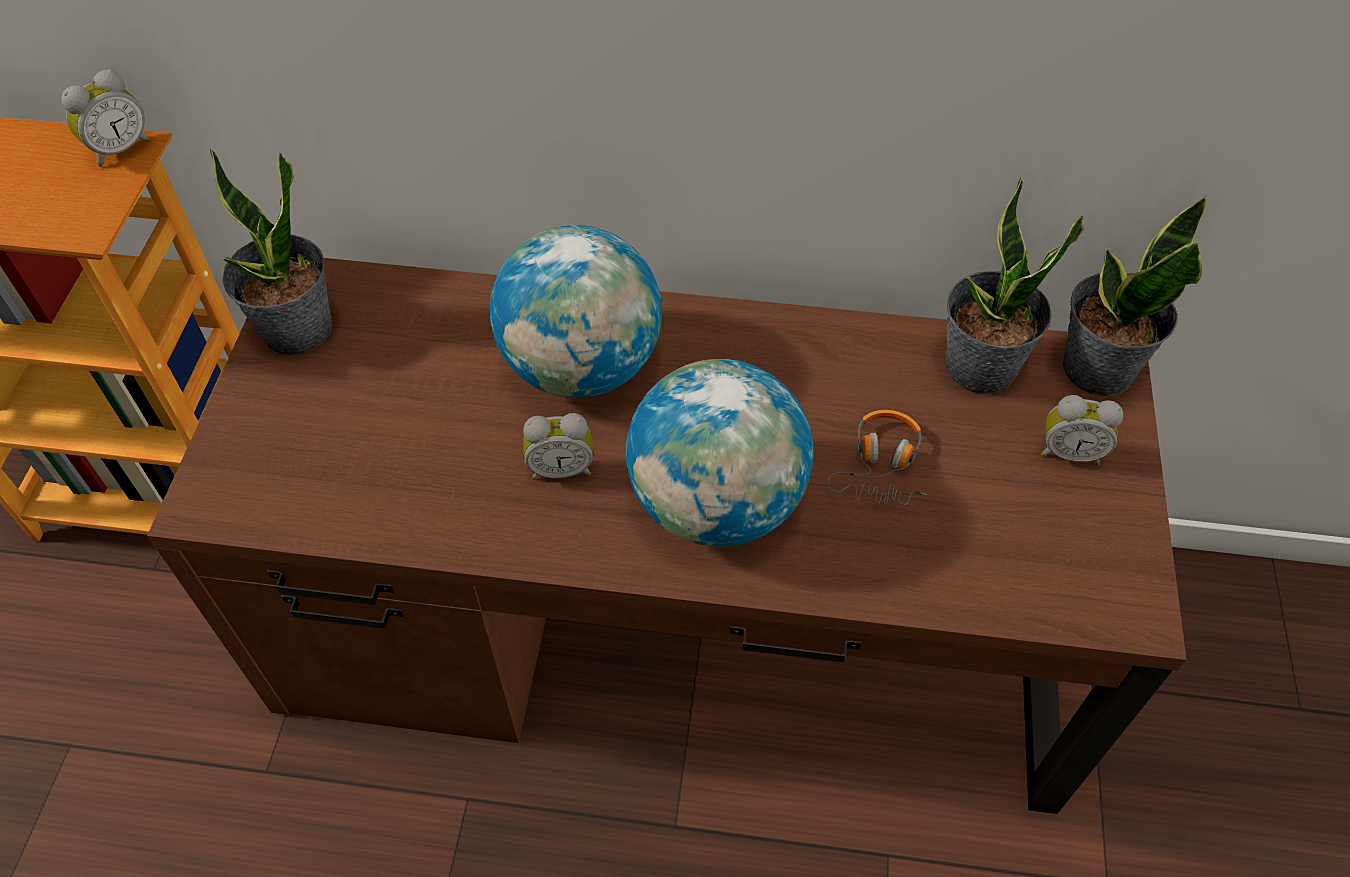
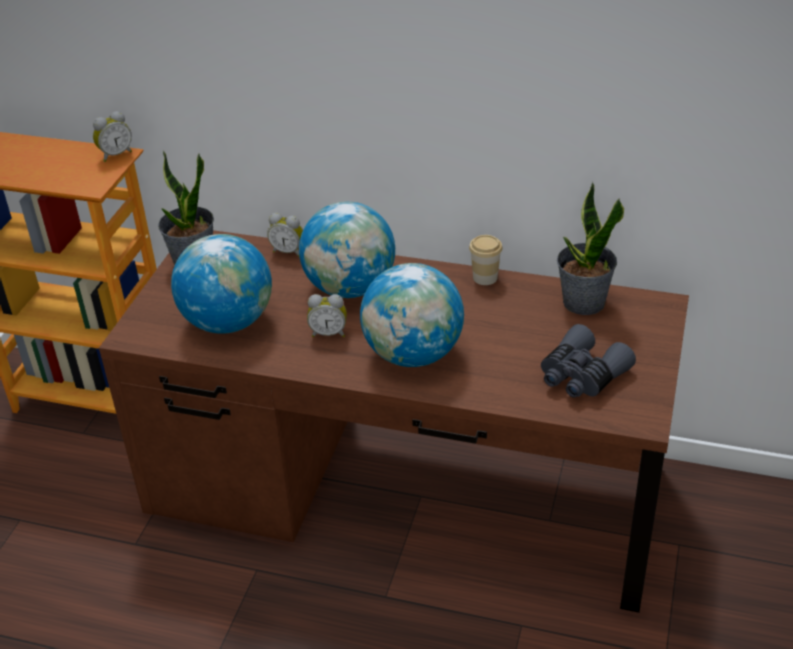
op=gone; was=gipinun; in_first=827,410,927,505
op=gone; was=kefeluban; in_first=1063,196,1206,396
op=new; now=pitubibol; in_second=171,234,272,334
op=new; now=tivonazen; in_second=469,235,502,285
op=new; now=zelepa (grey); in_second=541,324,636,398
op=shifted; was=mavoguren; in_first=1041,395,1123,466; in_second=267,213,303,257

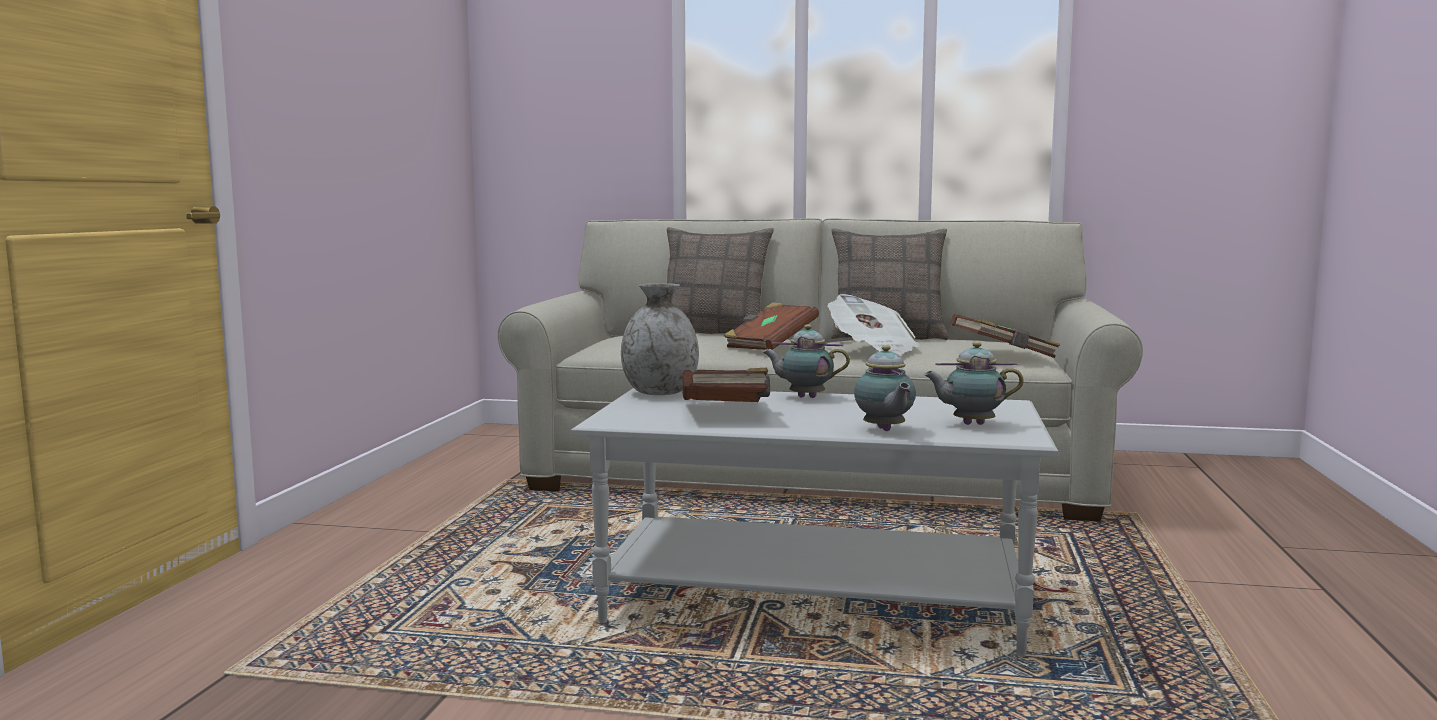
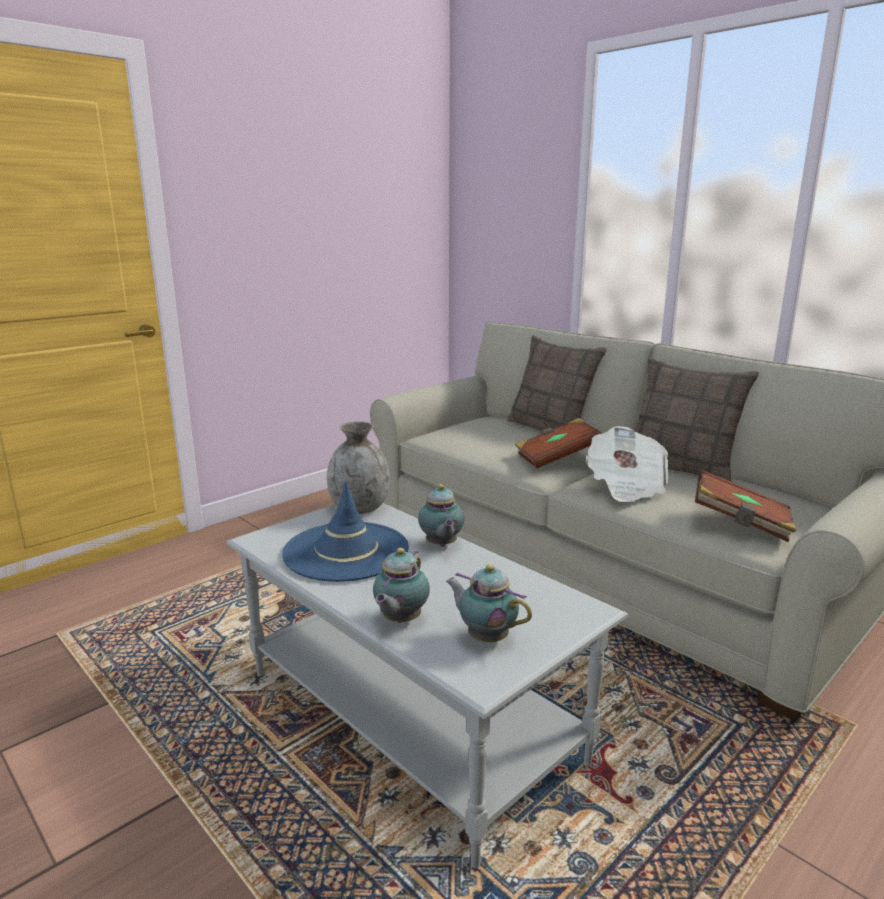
op=swapped; was=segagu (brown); now=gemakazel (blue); in_first=682,368,770,402; in_second=282,482,409,582
op=rotated; was=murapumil; in_first=763,324,850,398; in_second=418,484,464,547; clockwise=-150

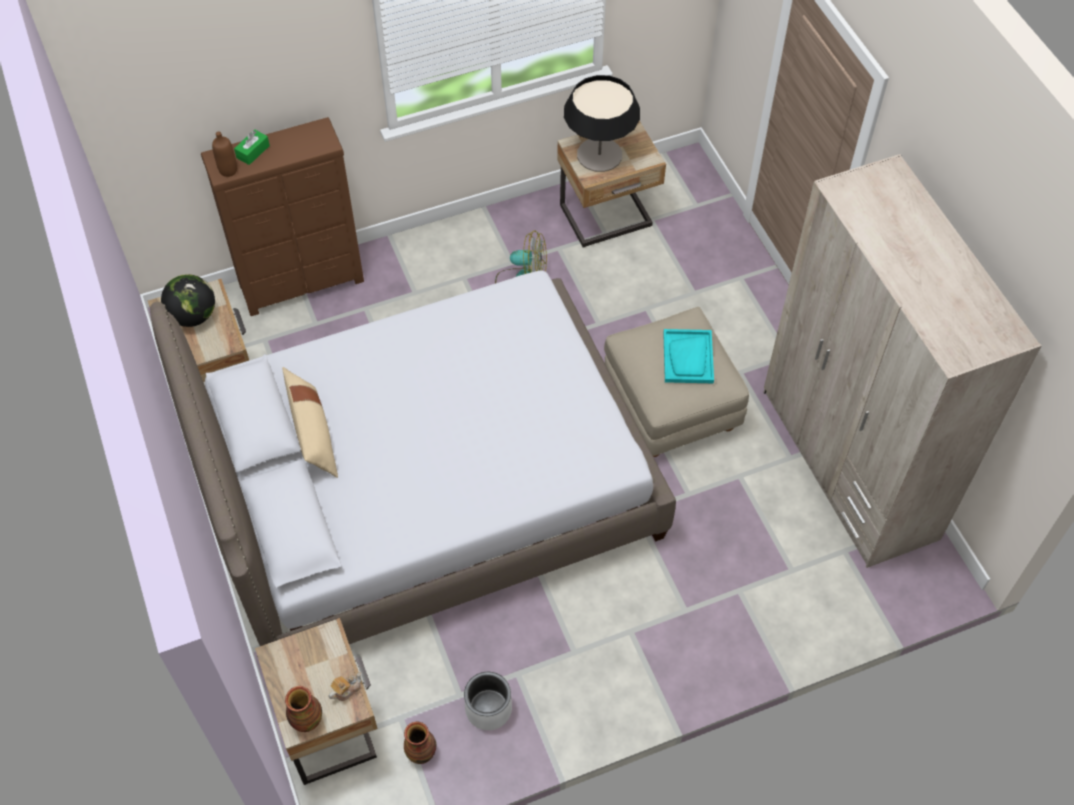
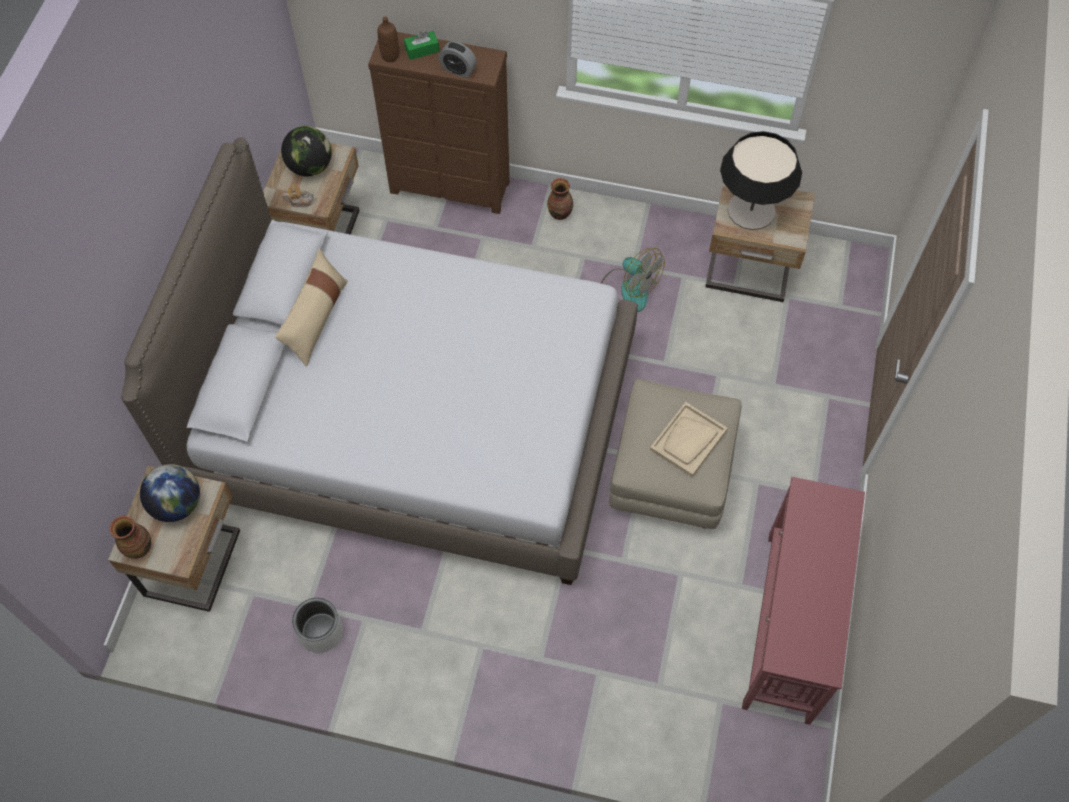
op=new; now=pitubibol; in_second=140,464,200,522
op=new; now=mavoguren; in_second=439,41,477,78
op=shifted; was=murapumil; in_first=328,672,362,701; in_second=283,185,314,207
op=shifted; was=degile; in_first=404,722,437,764; in_second=547,178,573,220
op=swapped; was=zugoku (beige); now=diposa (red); in_first=763,154,1041,568; in_second=742,477,865,725
op=repainted; was=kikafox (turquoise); now=kikafox (beige); in_first=663,329,714,383; in_second=650,402,728,477

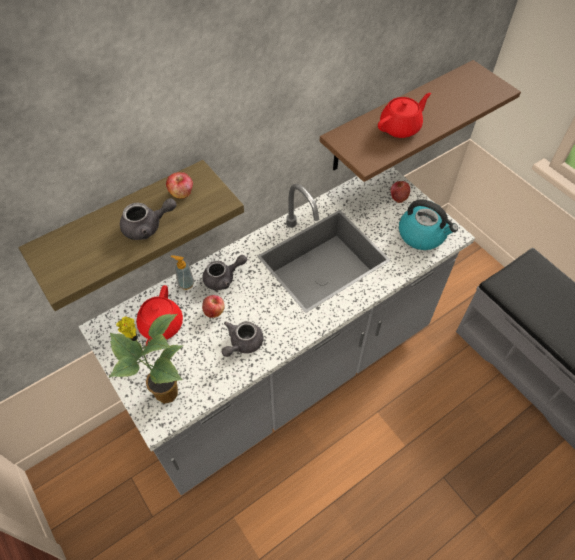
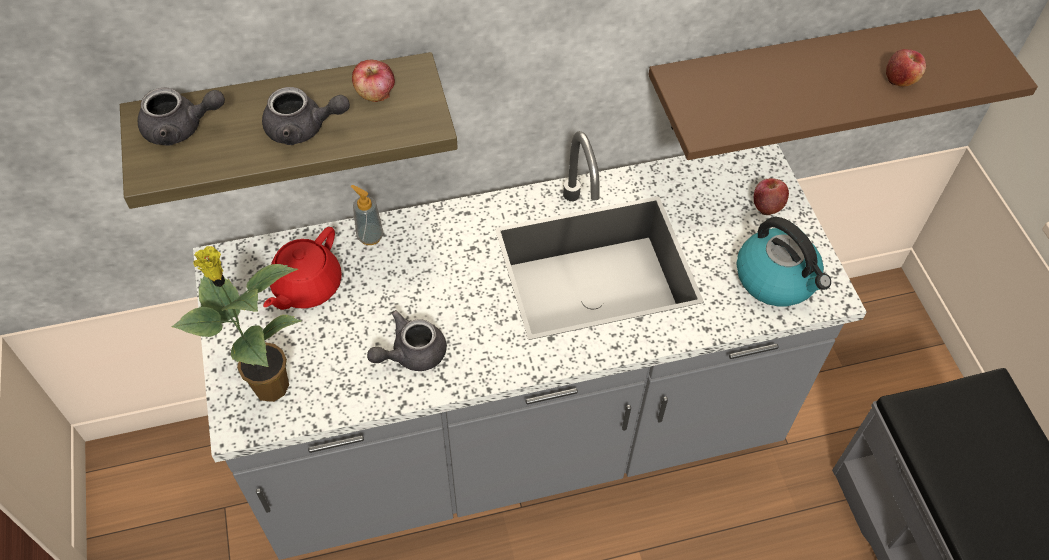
op=gone; was=murapumil (red); in_first=378,93,431,138
op=shifted; was=murapumil (grey); in_first=202,255,247,290; in_second=137,87,225,146
op=shifted; was=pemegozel; in_first=202,295,225,318; in_second=886,49,926,87

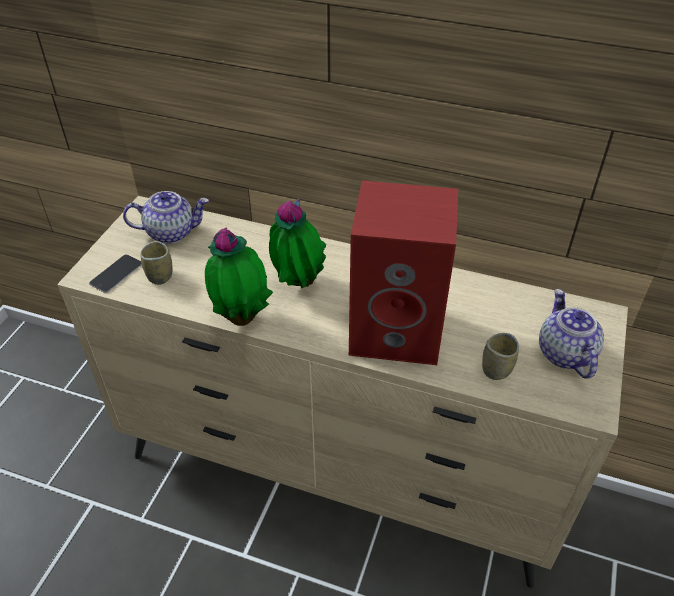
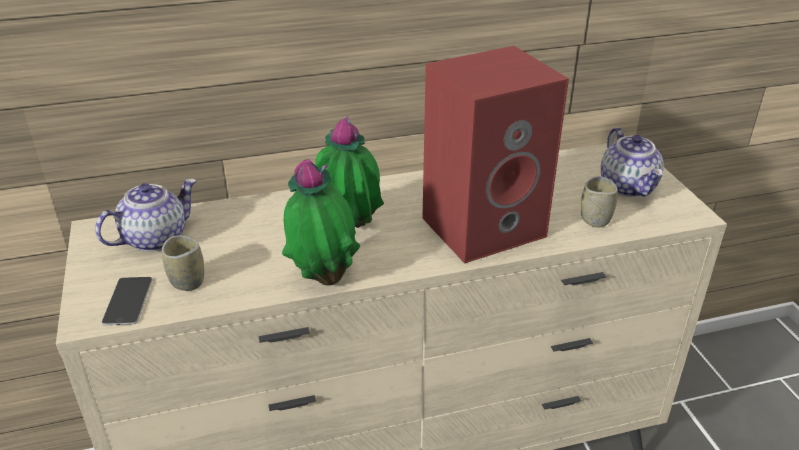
op=rotated; was=murapumil; in_first=539,289,604,379; in_second=601,127,664,197; clockwise=-150

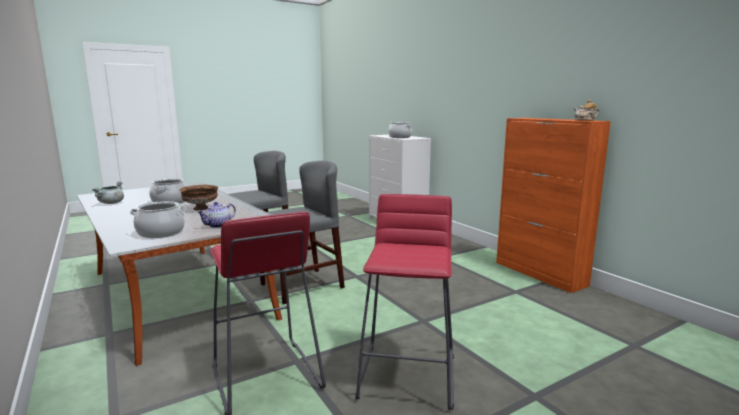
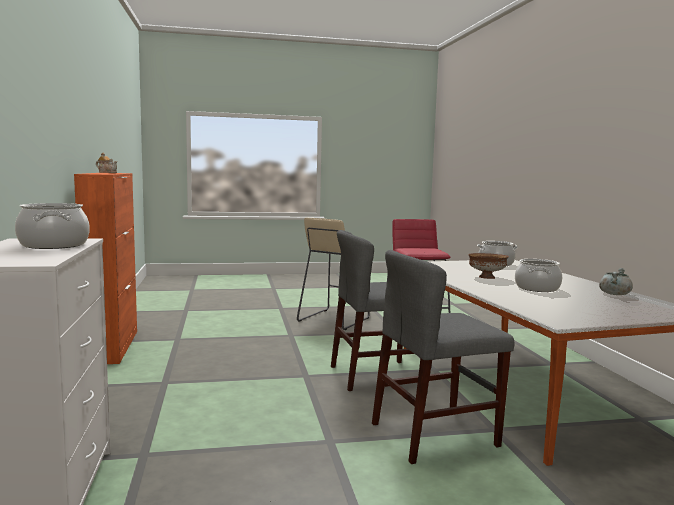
op=gone; was=murapumil; in_first=197,202,236,228
op=repainted; was=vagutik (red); now=vagutik (beige); in_first=355,194,454,410; in_second=297,218,370,330

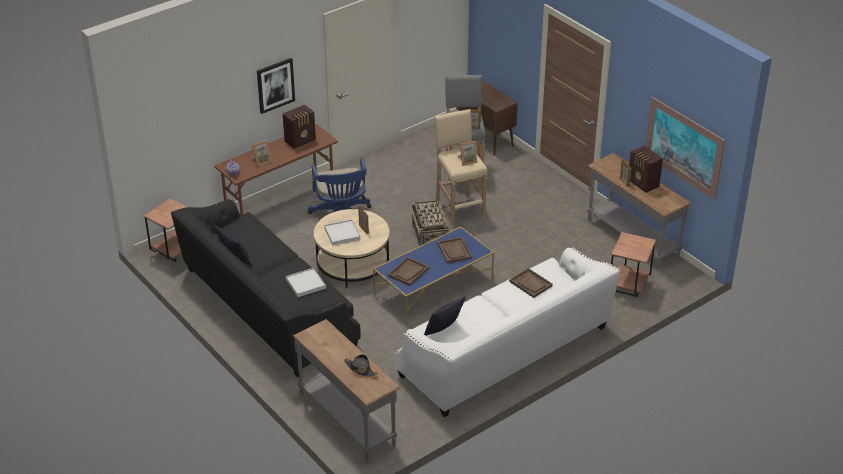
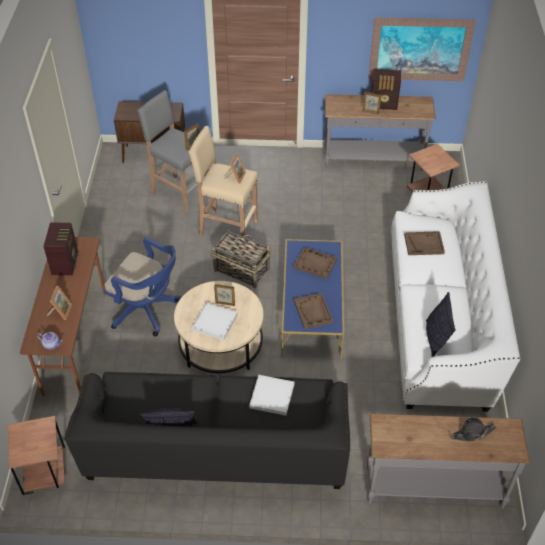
op=gone; was=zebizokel; in_first=257,58,295,114

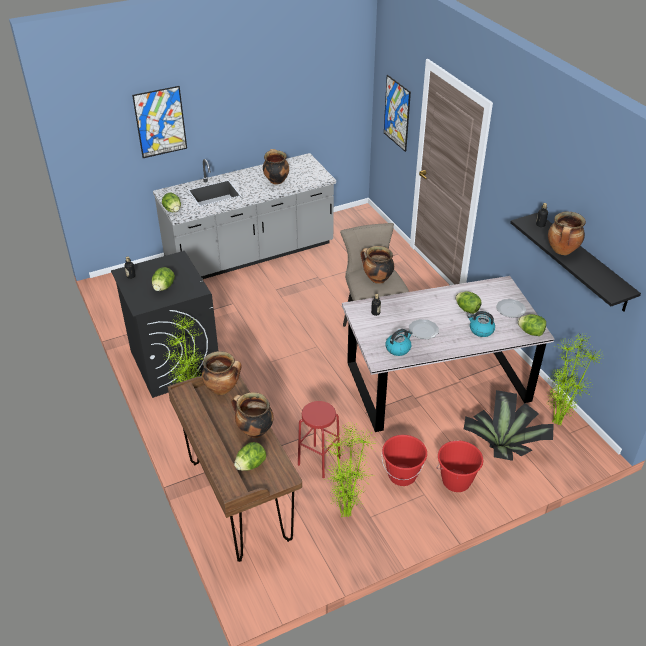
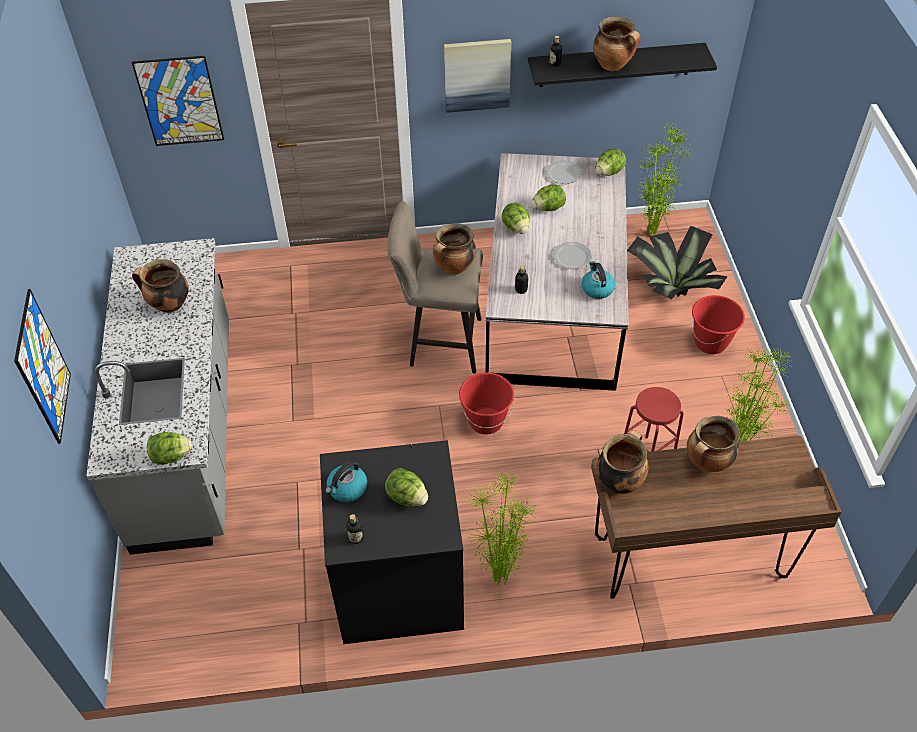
op=new; now=zebizokel; in_second=444,39,511,113
op=shifted; was=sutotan; in_first=234,442,266,471; in_second=502,202,530,234
op=shifted; was=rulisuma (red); in_first=382,435,427,486; in_second=459,373,514,434
op=shifted; was=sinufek; in_first=467,311,495,337; in_second=325,461,367,502

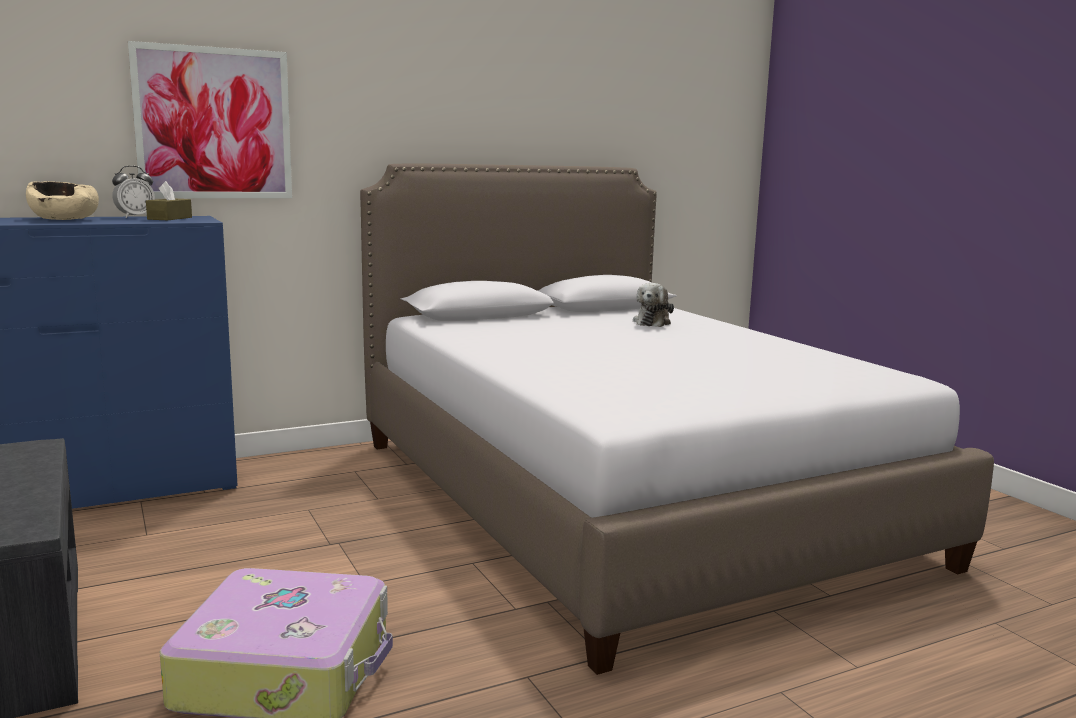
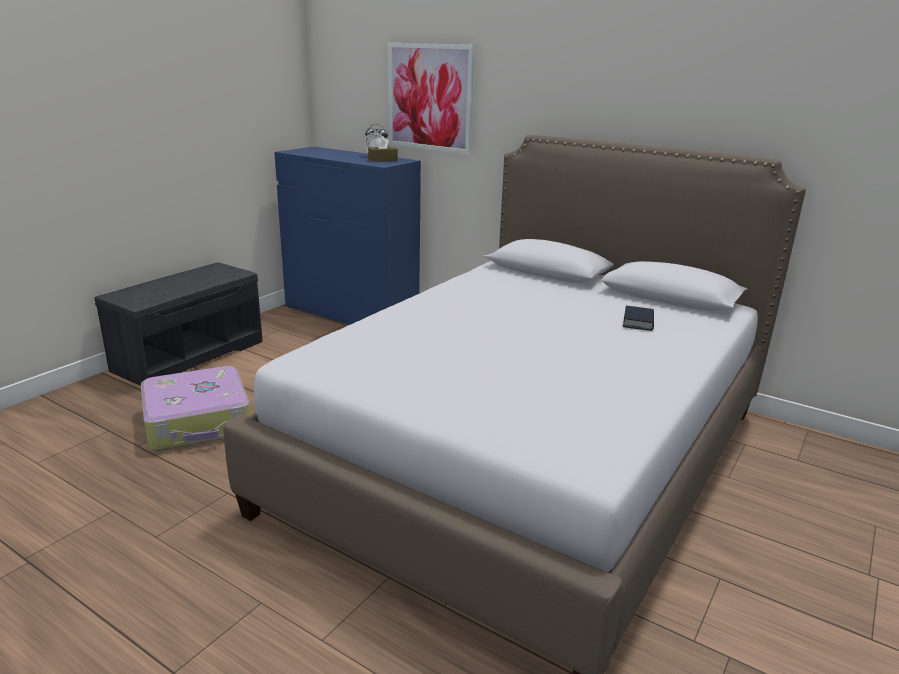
op=gone; was=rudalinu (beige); in_first=26,181,99,220
op=swapped; was=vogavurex; now=segagu; in_first=633,283,674,327; in_second=623,306,654,331

